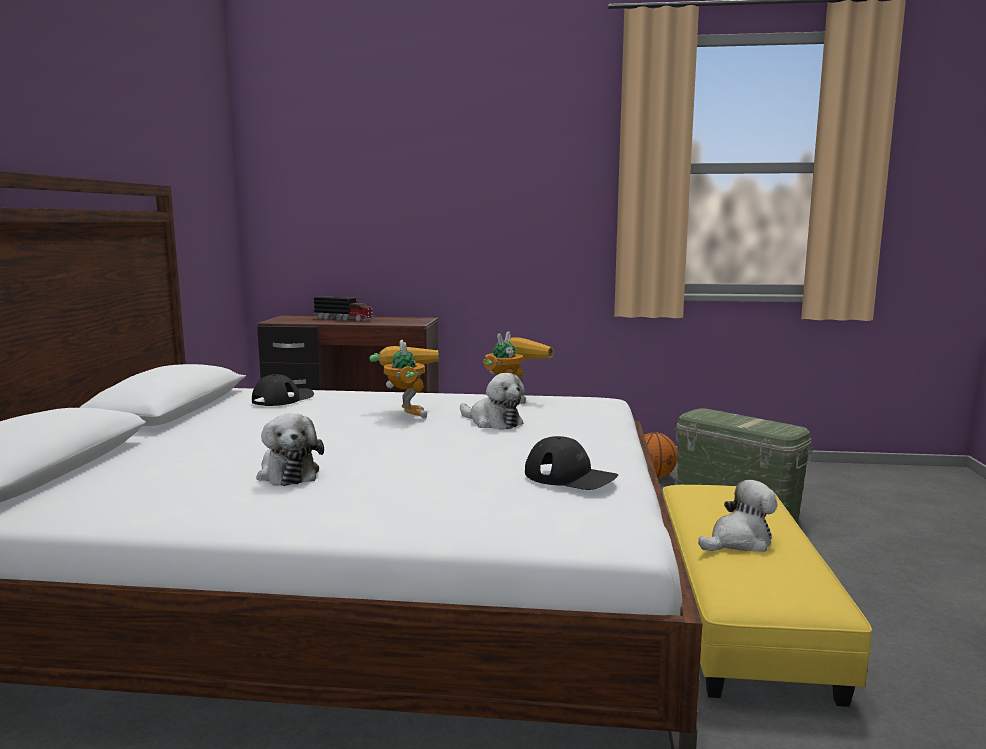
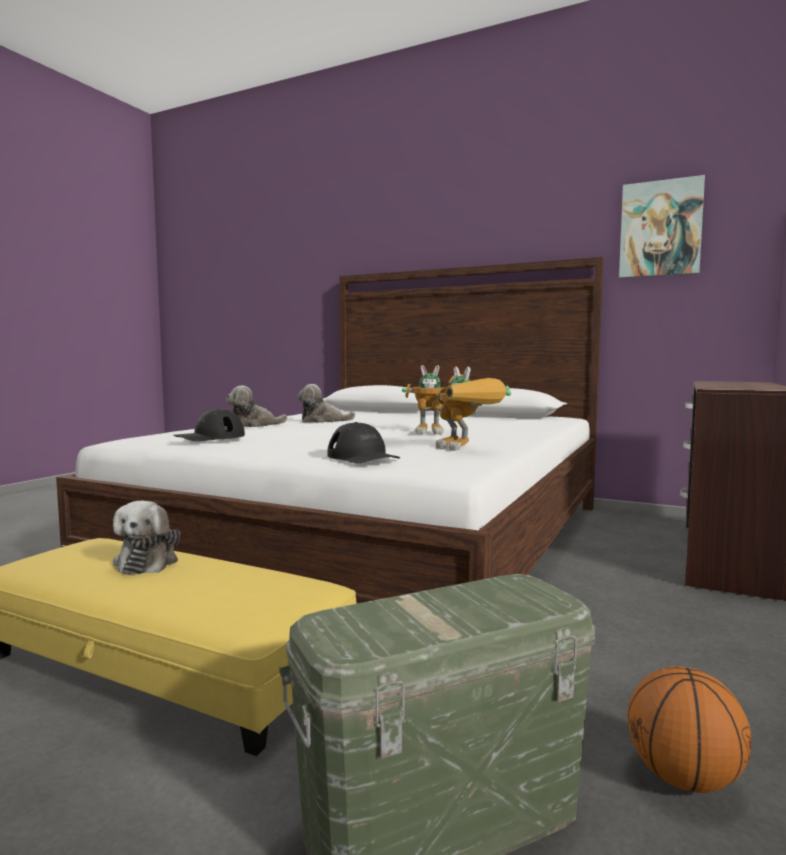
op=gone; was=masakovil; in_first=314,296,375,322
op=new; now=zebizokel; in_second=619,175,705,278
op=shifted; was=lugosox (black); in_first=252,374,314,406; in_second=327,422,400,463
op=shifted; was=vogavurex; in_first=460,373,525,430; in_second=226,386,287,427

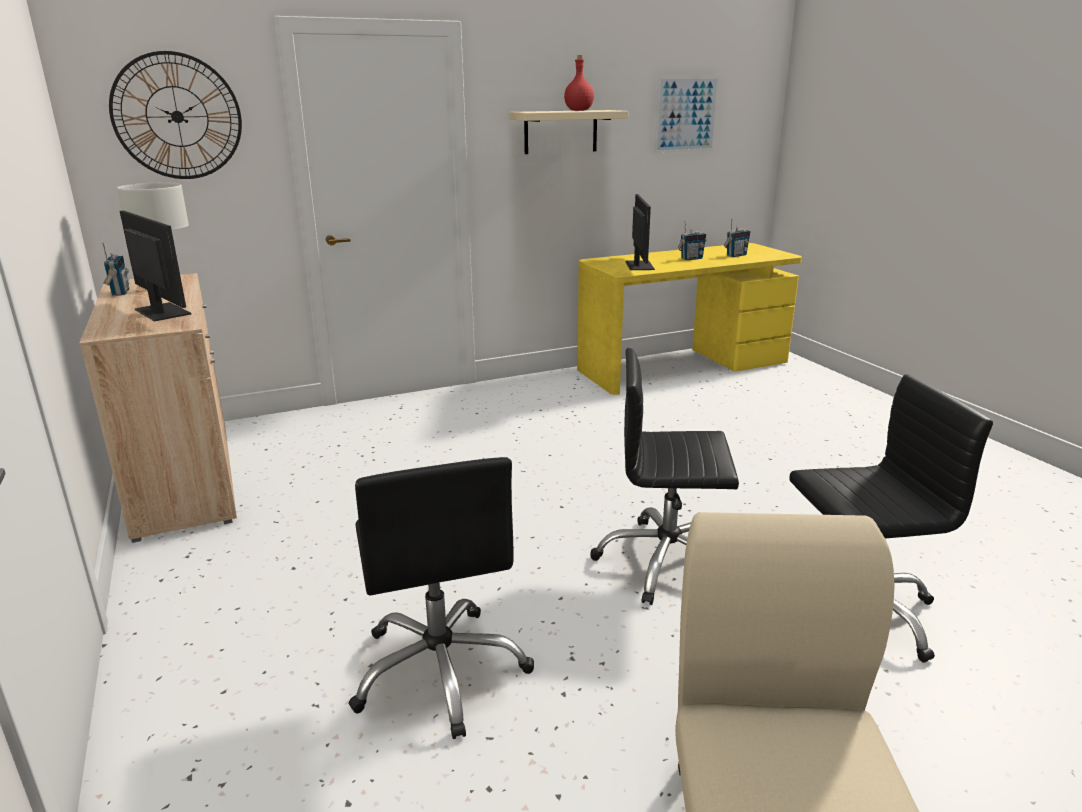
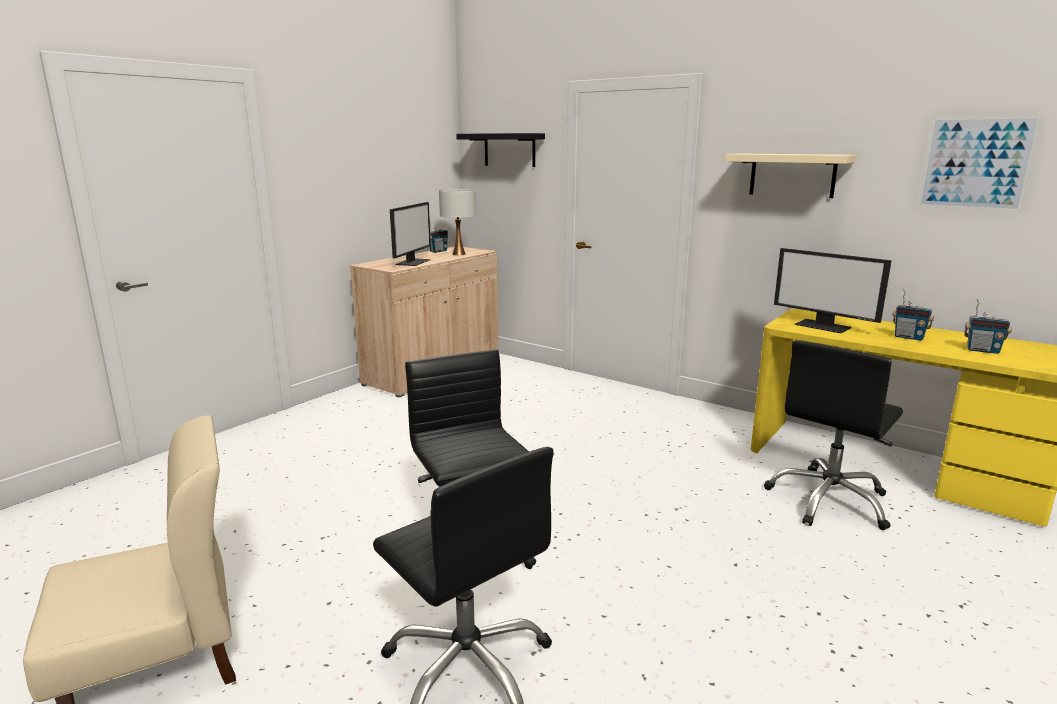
op=gone; was=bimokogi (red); in_first=564,55,594,111
op=shifted; was=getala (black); in_first=348,457,534,739; in_second=764,340,903,530
op=swapped; was=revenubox; now=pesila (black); in_first=109,51,242,179; in_second=456,133,545,167
op=rotated; was=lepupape; in_first=625,194,655,270; in_second=774,248,892,333; clockwise=75

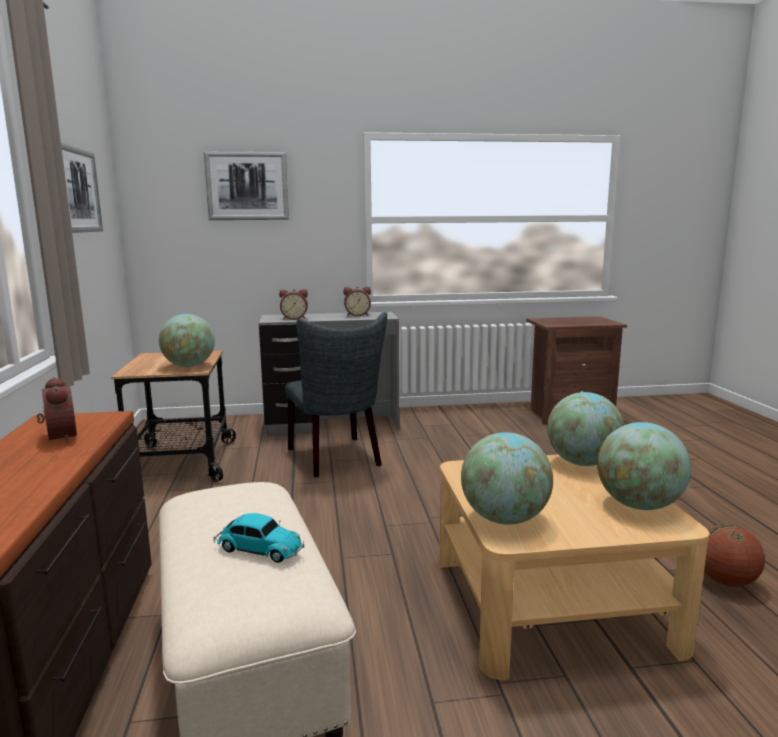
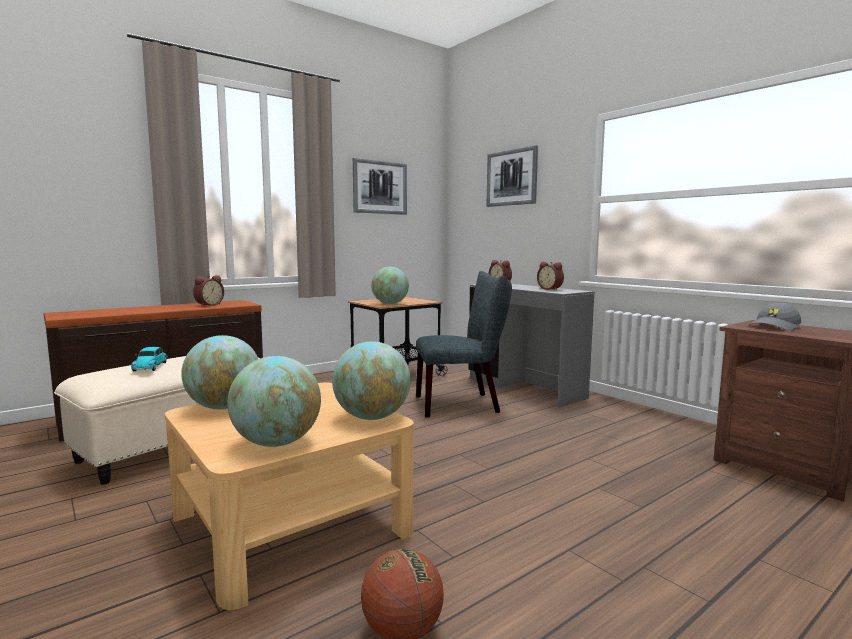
op=new; now=lugosox (grey); in_second=749,303,801,331
op=rotated; was=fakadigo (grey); in_first=285,312,387,477; in_second=416,271,512,418; clockwise=-135

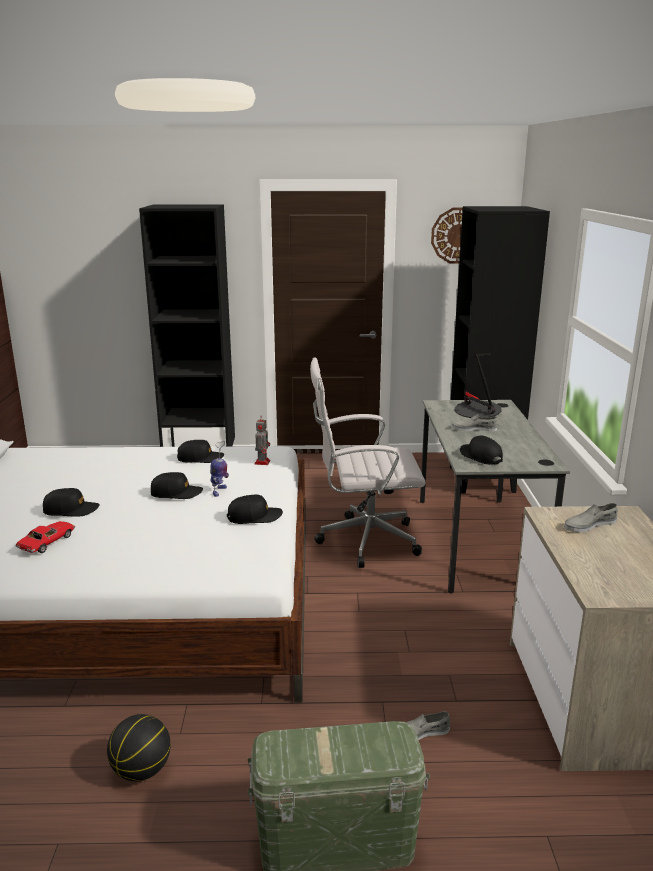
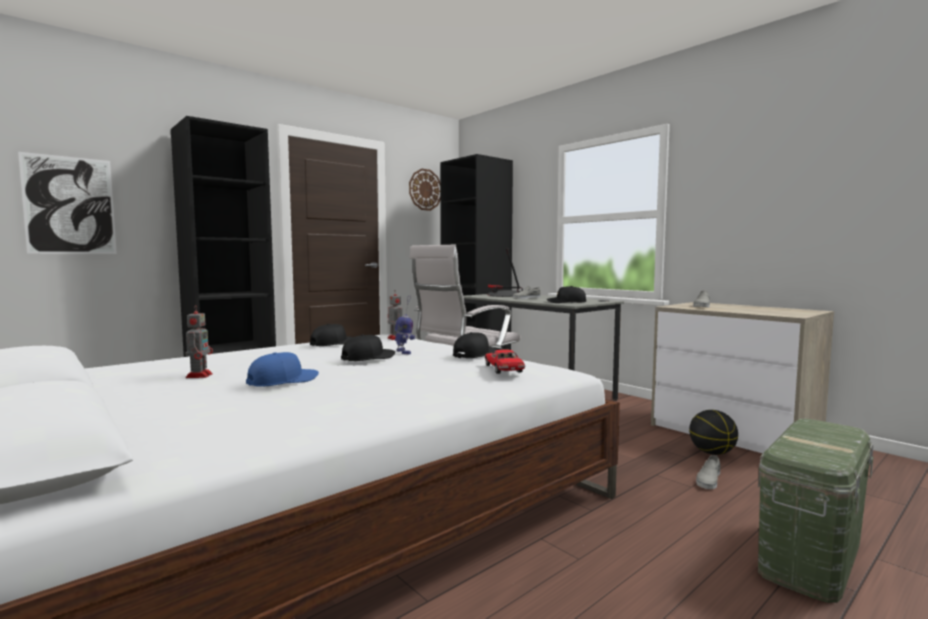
op=new; now=zebizokel; in_second=18,152,117,254
op=new; now=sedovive; in_second=185,305,213,378
op=shifted; was=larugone; in_first=15,521,75,553; in_second=484,349,526,374
op=shifted; was=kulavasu; in_first=107,714,171,781; in_second=689,410,738,455
op=repainted; was=lugosox (black); now=lugosox (blue); in_first=43,488,100,517; in_second=246,352,319,387

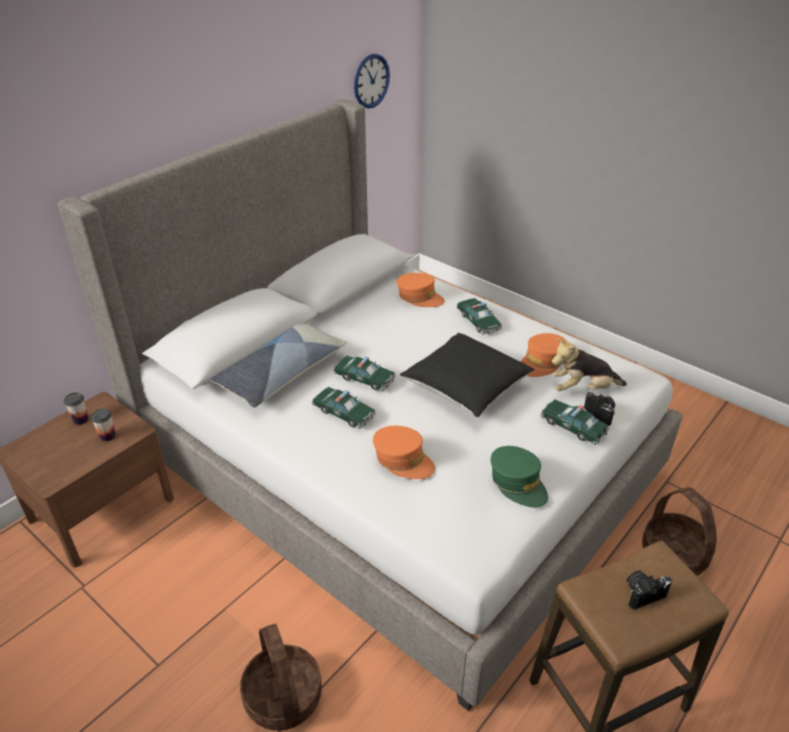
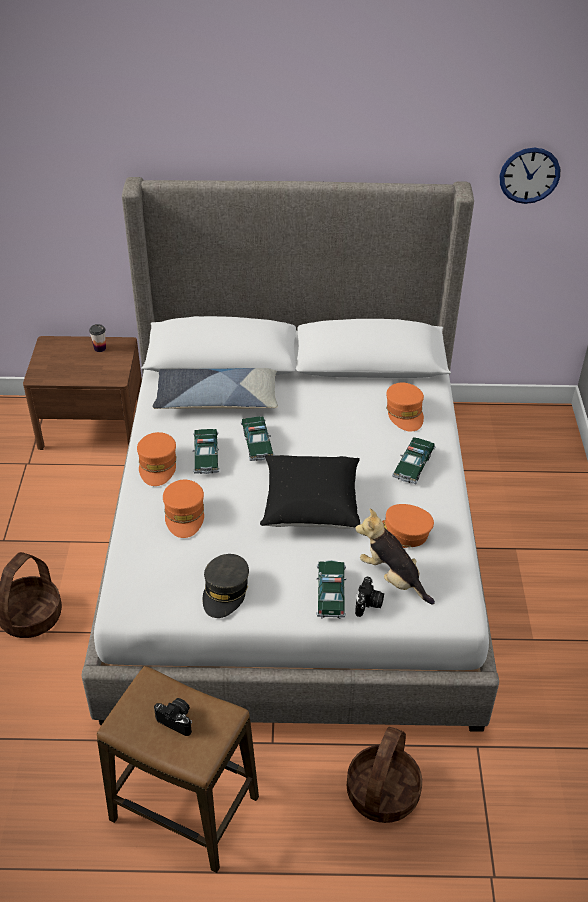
op=gone; was=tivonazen; in_first=91,408,115,442
op=new; now=lugosox (orange); in_second=137,432,177,486
op=repainted; was=lugosox (green); now=lugosox (grey); in_first=491,446,548,508; in_second=203,554,249,618

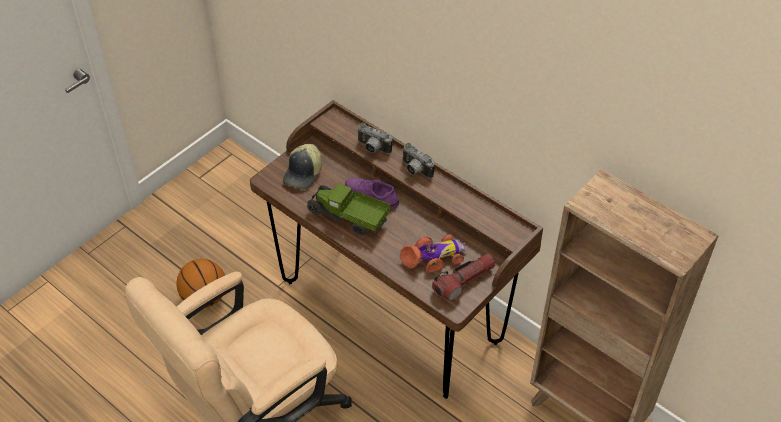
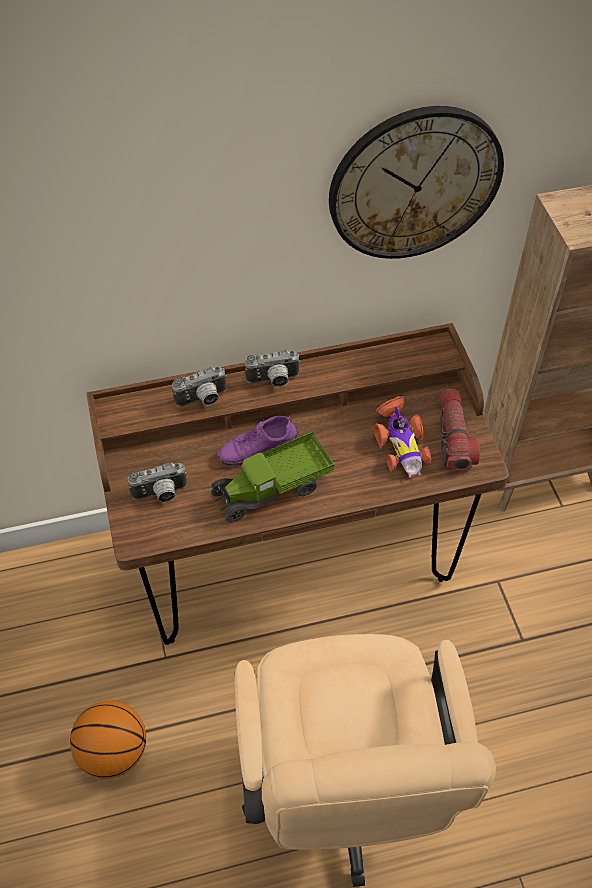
op=new; now=revenubox; in_second=329,106,504,259
op=swapped; was=lugosox; now=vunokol; in_first=283,144,322,189; in_second=128,463,187,503
op=rotated; was=larugone; in_first=400,234,468,273; in_second=374,396,431,478; clockwise=150

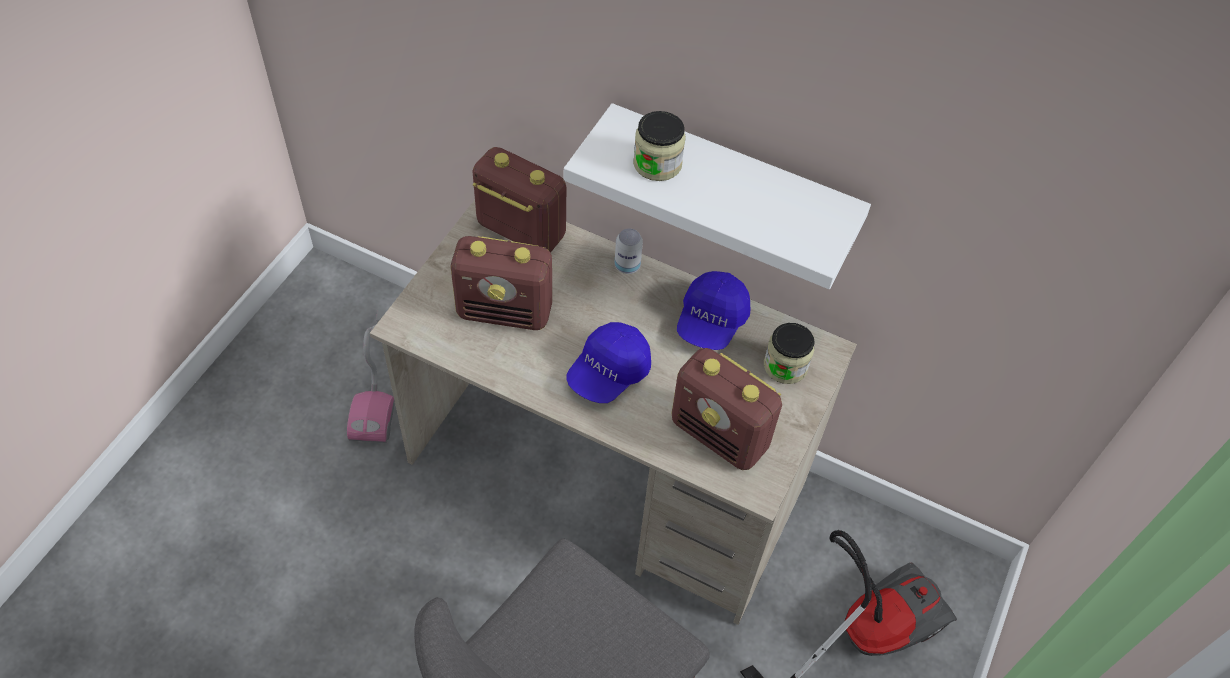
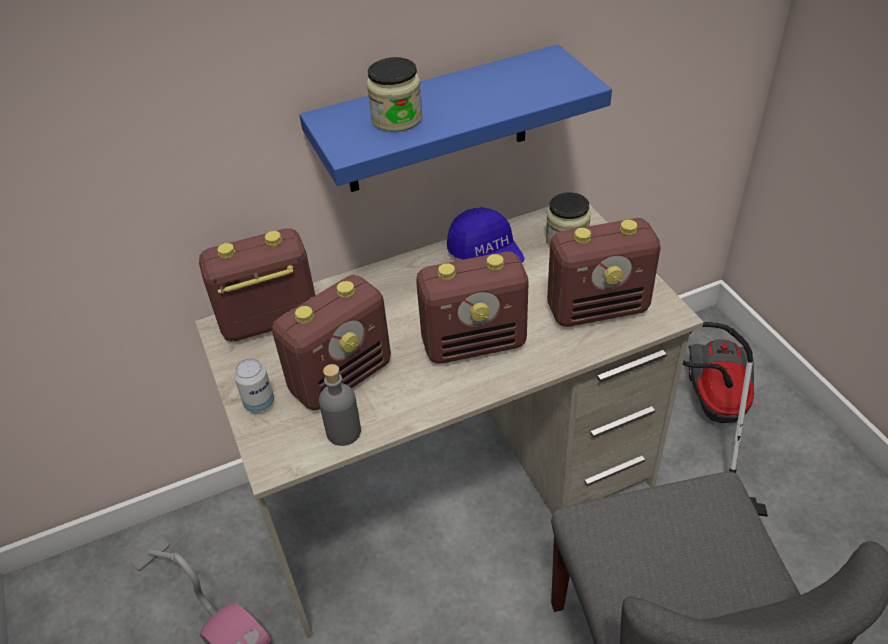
op=new; now=bimokogi (grey); in_second=319,364,361,446
op=shifted; was=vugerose; in_first=614,228,643,274; in_second=234,358,274,413
op=swapped; was=lugosox (blue); now=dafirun; in_first=567,322,651,403; in_second=416,252,528,364
op=repainted; was=pesila (white); now=pesila (blue); in_first=564,103,871,289; in_second=299,45,612,192

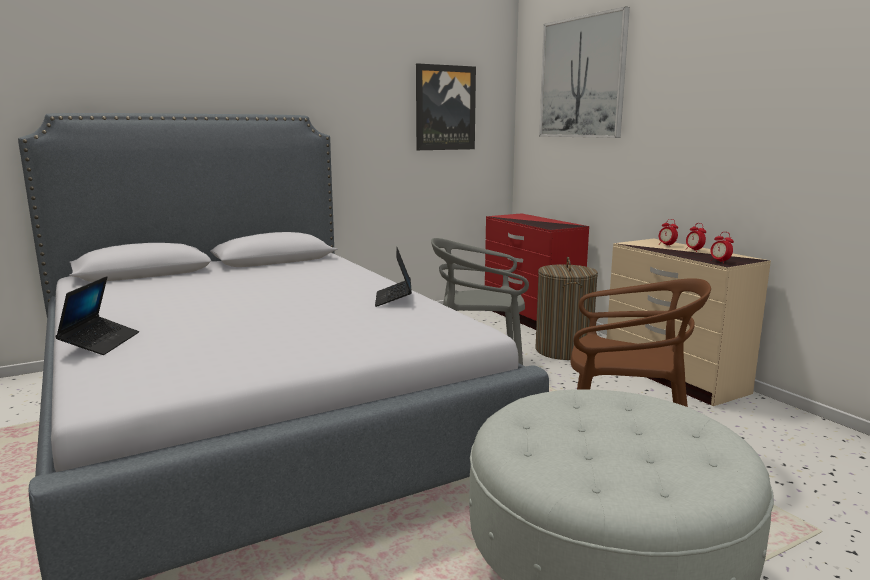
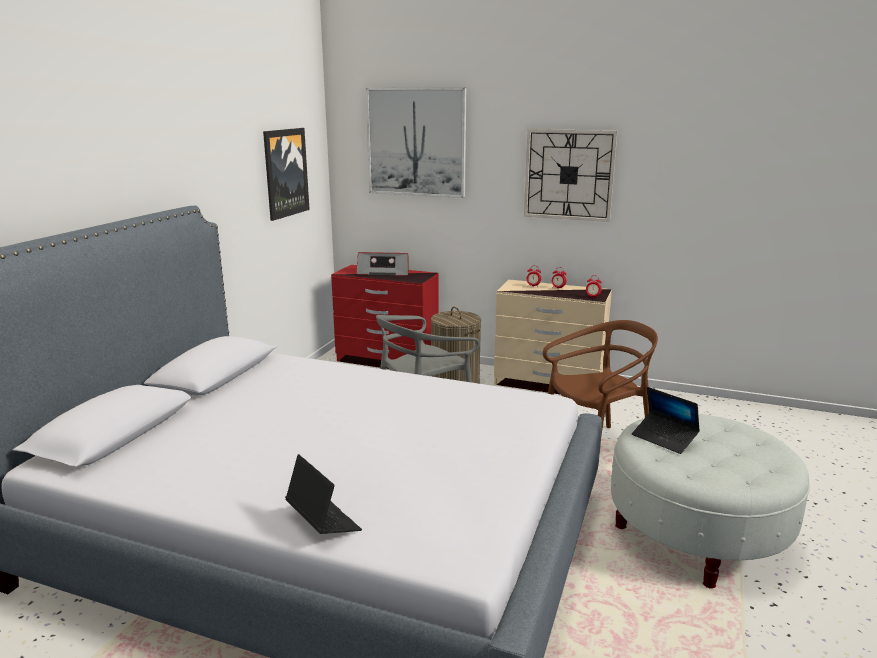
op=new; now=dafirun; in_second=356,252,409,276
op=new; now=revenubox; in_second=524,129,618,222
op=shifted; was=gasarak; in_first=375,247,412,307; in_second=632,387,700,454

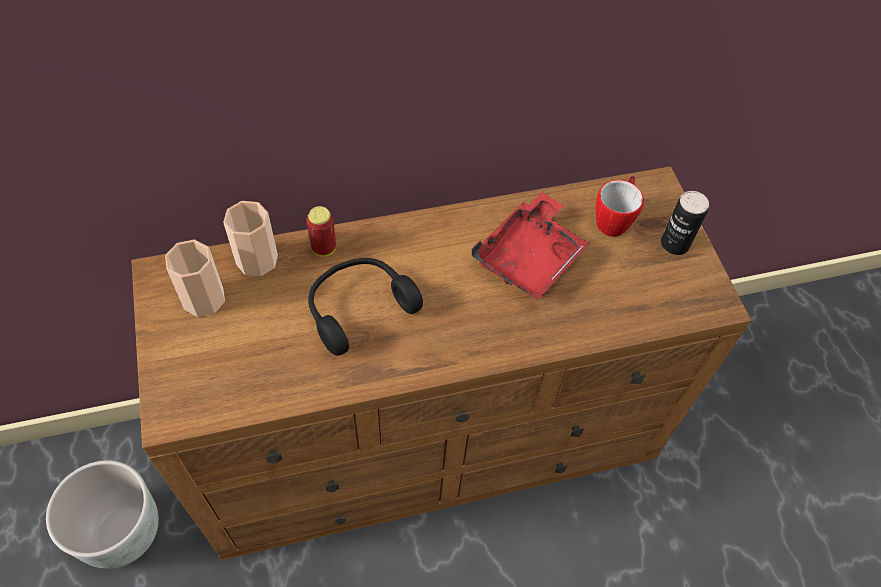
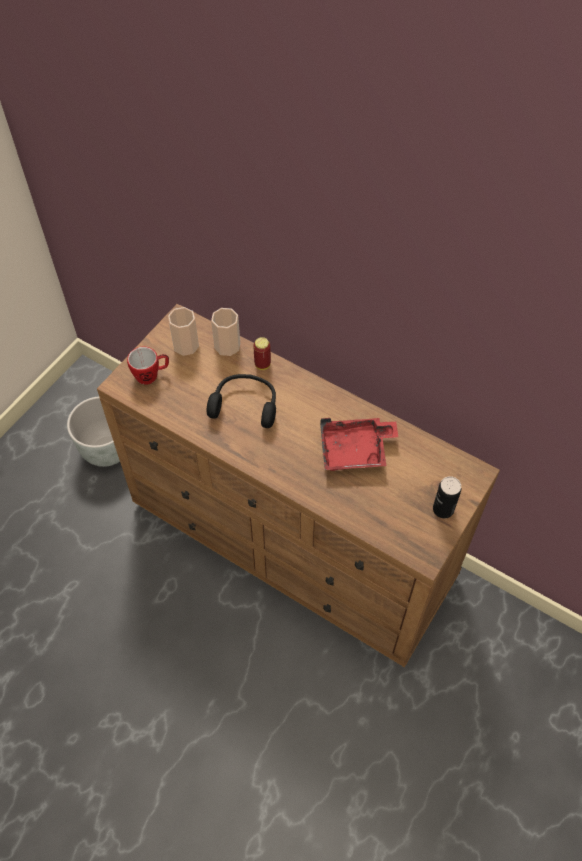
op=shifted; was=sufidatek; in_first=596,176,644,237; in_second=127,346,169,385

